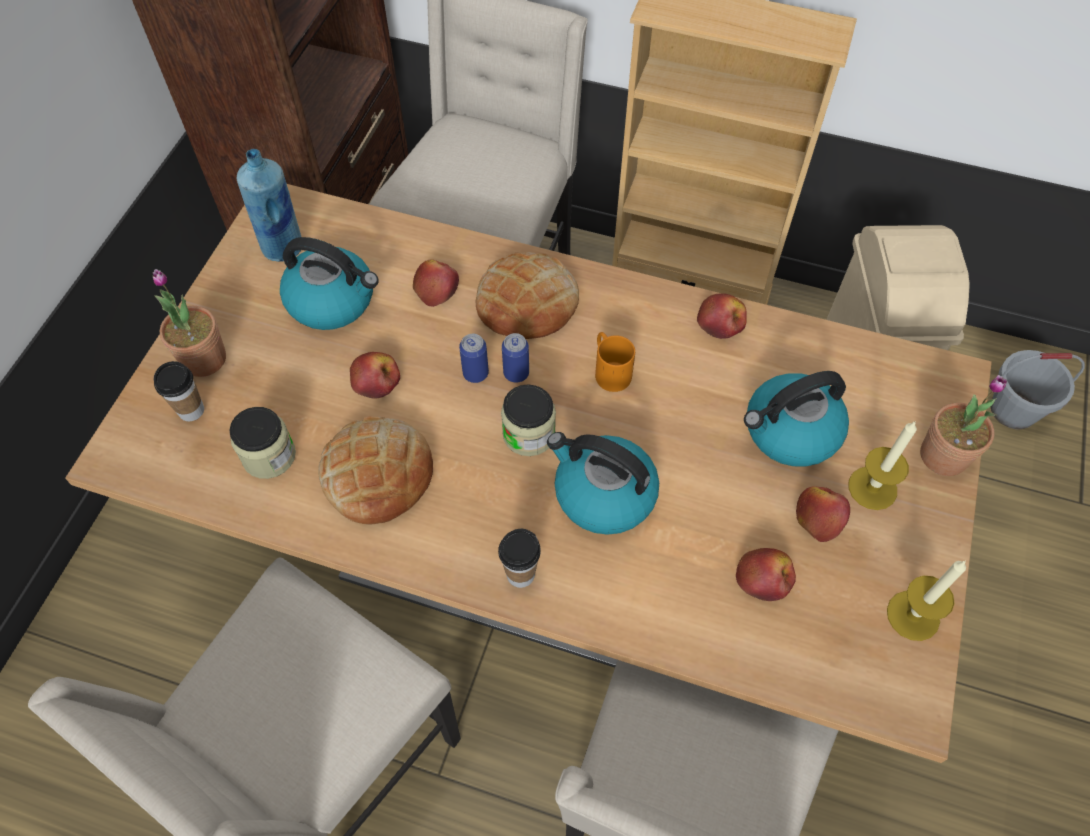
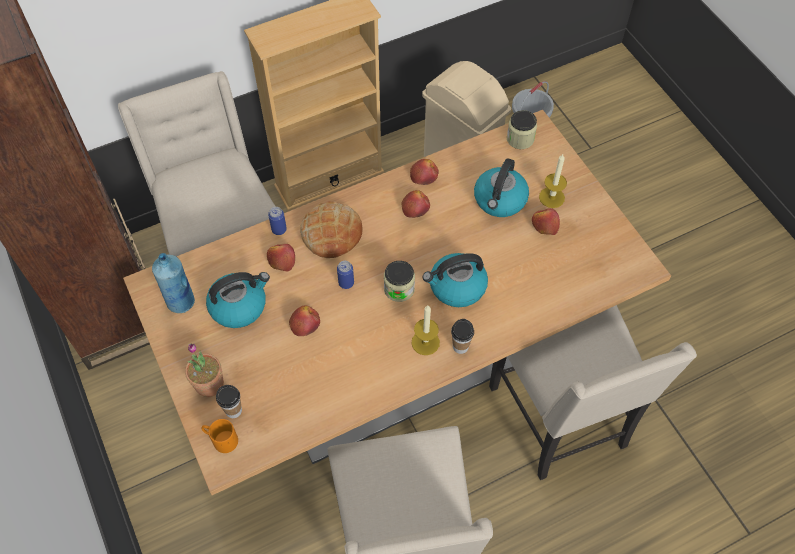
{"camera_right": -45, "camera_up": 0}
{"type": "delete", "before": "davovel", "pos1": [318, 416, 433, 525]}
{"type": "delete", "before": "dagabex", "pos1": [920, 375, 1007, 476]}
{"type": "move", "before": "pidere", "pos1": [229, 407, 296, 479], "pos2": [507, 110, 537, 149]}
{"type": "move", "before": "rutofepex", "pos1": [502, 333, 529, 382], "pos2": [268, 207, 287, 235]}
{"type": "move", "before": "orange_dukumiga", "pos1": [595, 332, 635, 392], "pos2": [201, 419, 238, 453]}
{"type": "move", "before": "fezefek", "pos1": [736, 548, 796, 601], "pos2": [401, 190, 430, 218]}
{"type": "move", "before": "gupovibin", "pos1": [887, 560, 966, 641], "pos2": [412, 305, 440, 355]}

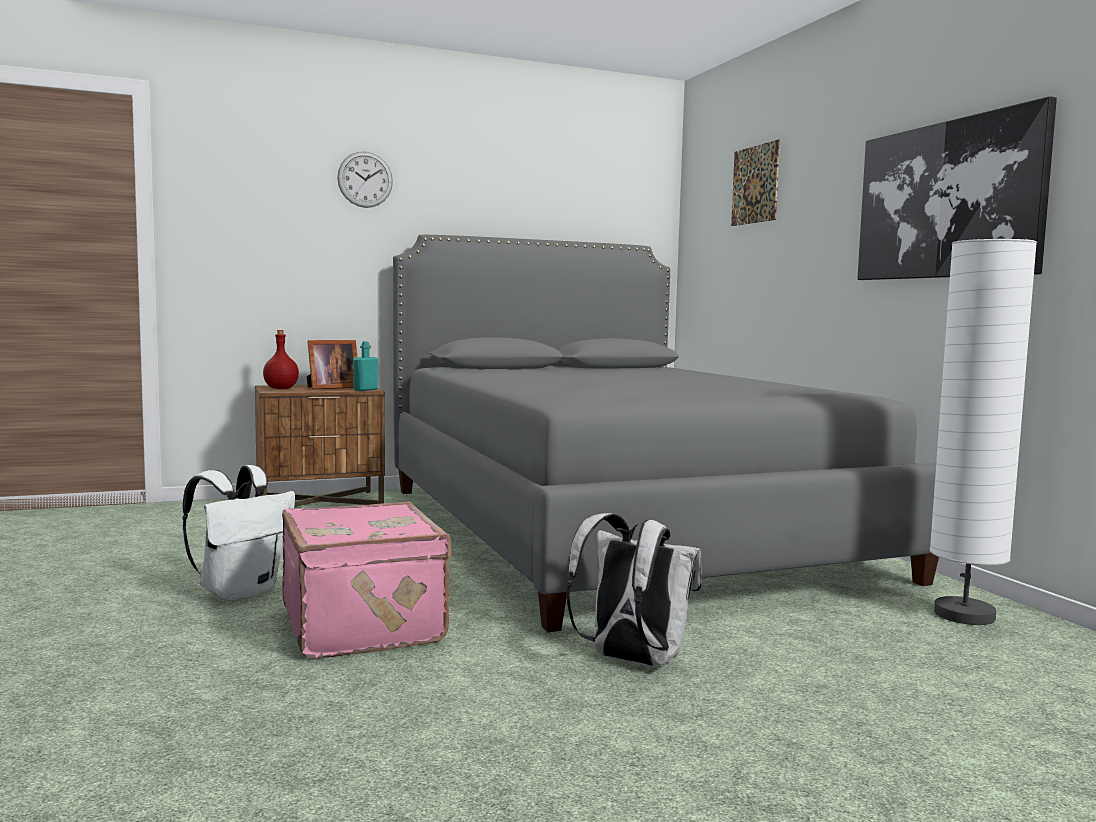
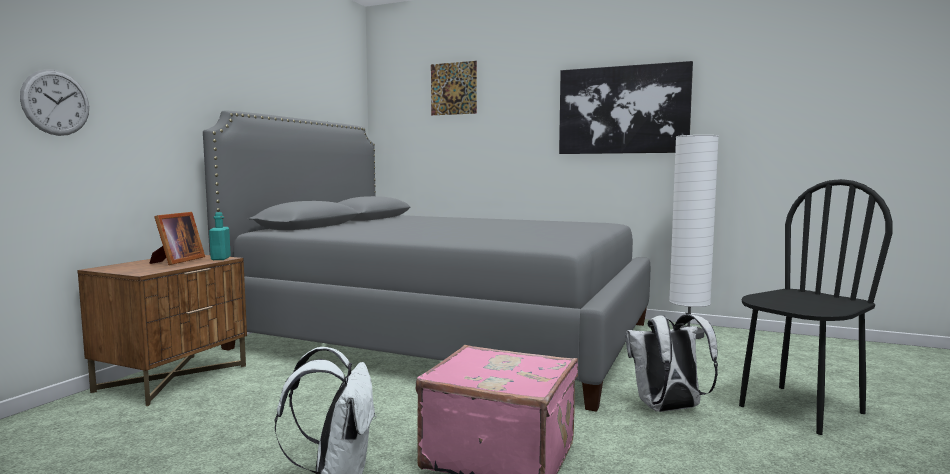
{"camera_right": -45, "camera_up": 0}
{"type": "delete", "before": "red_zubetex", "pos1": [263, 330, 299, 389]}
{"type": "insert", "after": "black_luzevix", "pos2": [739, 179, 893, 435]}
{"type": "move", "before": "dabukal", "pos1": [337, 151, 393, 208], "pos2": [20, 69, 89, 136]}

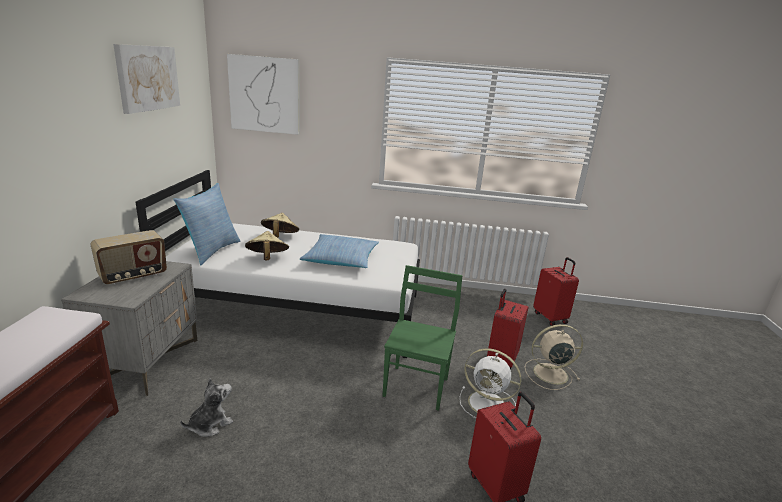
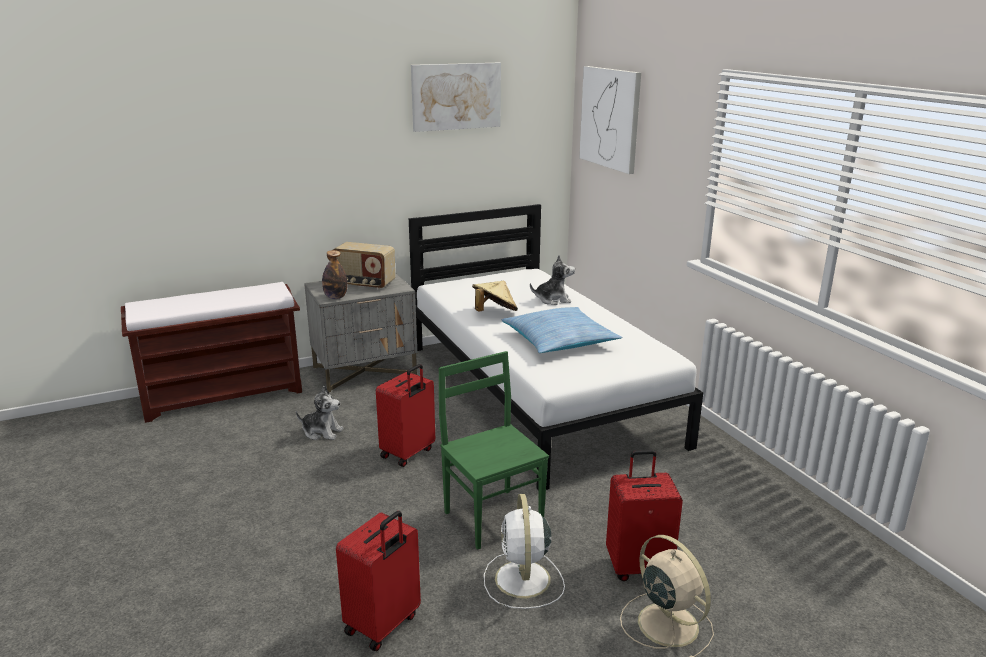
{"camera_right": 60, "camera_up": 0}
{"type": "delete", "before": "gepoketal", "pos1": [173, 183, 241, 265]}
{"type": "insert", "after": "zubetex", "pos2": [322, 250, 348, 299]}
{"type": "move", "before": "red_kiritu", "pos1": [533, 257, 579, 326], "pos2": [376, 364, 435, 467]}
{"type": "replace", "before": "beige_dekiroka", "after": "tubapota", "pos1": [261, 213, 299, 238], "pos2": [530, 255, 575, 305]}
{"type": "rotate", "before": "green_luzevix", "pos1": [383, 265, 462, 411], "pos2": [438, 351, 549, 550], "turn": -105}

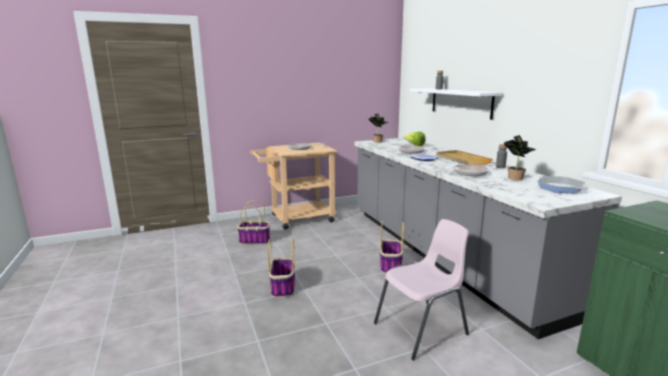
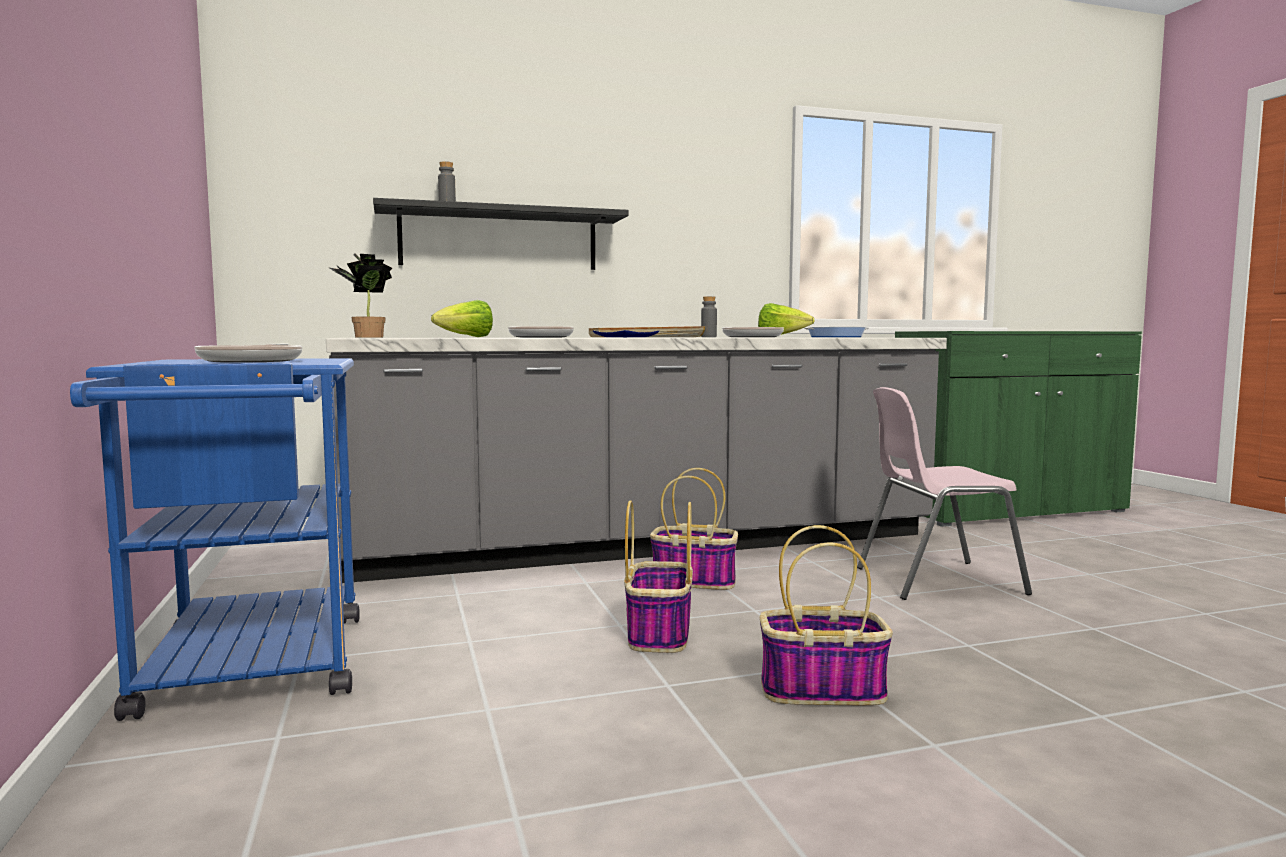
{"camera_right": -85, "camera_up": -10}
{"type": "move", "before": "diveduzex", "pos1": [237, 200, 270, 245], "pos2": [624, 500, 693, 653]}
{"type": "replace", "before": "dagabex", "after": "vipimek", "pos1": [504, 135, 536, 180], "pos2": [758, 303, 815, 335]}
{"type": "recolor", "before": "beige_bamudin", "after": "blue_bamudin", "pos1": [250, 143, 337, 230], "pos2": [70, 358, 360, 721]}
{"type": "recolor", "before": "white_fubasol", "after": "black_fubasol", "pos1": [410, 88, 503, 120], "pos2": [373, 198, 629, 270]}
{"type": "rotate", "before": "pink_luzevix", "pos1": [374, 219, 469, 360], "pos2": [857, 387, 1032, 600], "turn": -75}

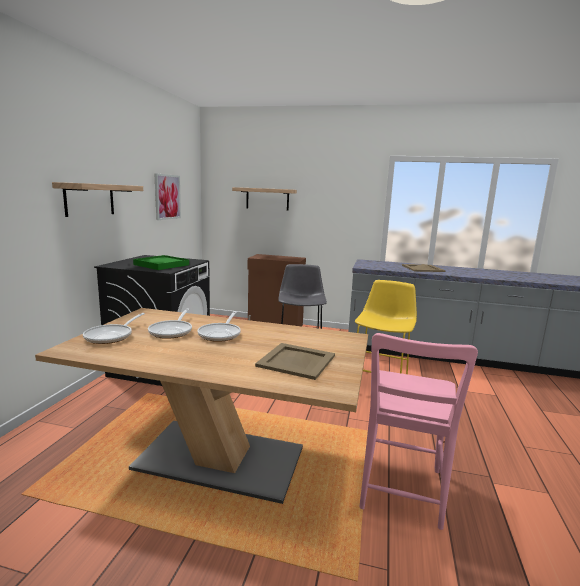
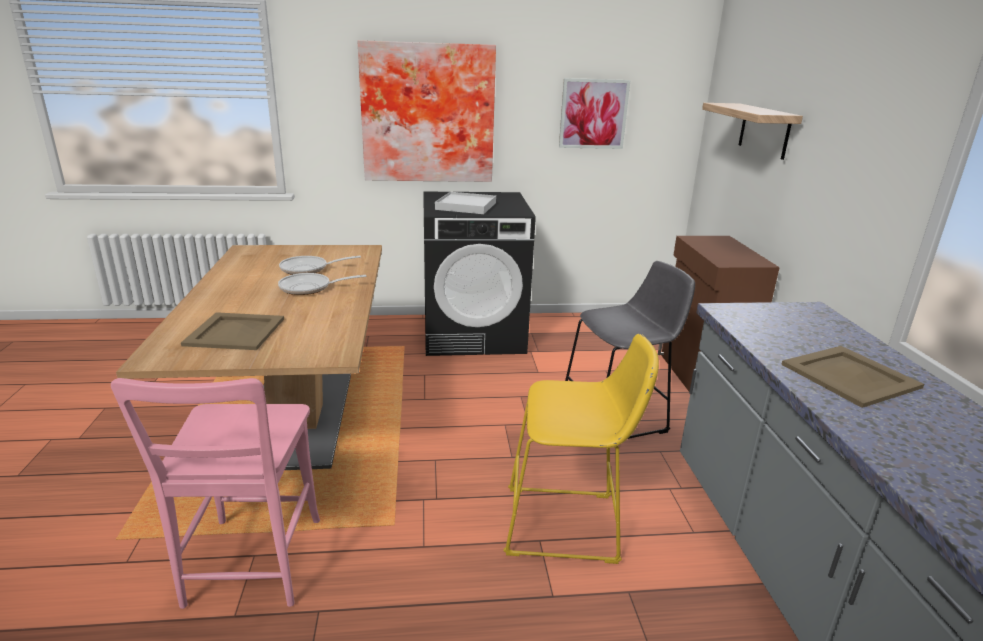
{"camera_right": 70, "camera_up": 10}
{"type": "delete", "before": "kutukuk", "pos1": [83, 313, 145, 344]}
{"type": "replace", "before": "fubasol", "after": "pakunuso", "pos1": [52, 182, 143, 217], "pos2": [357, 40, 496, 182]}
{"type": "recolor", "before": "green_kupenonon", "after": "white_kupenonon", "pos1": [133, 255, 189, 270], "pos2": [435, 192, 496, 214]}
{"type": "rotate", "before": "pink_luzevix", "pos1": [359, 333, 478, 530], "pos2": [111, 378, 320, 609], "turn": -90}

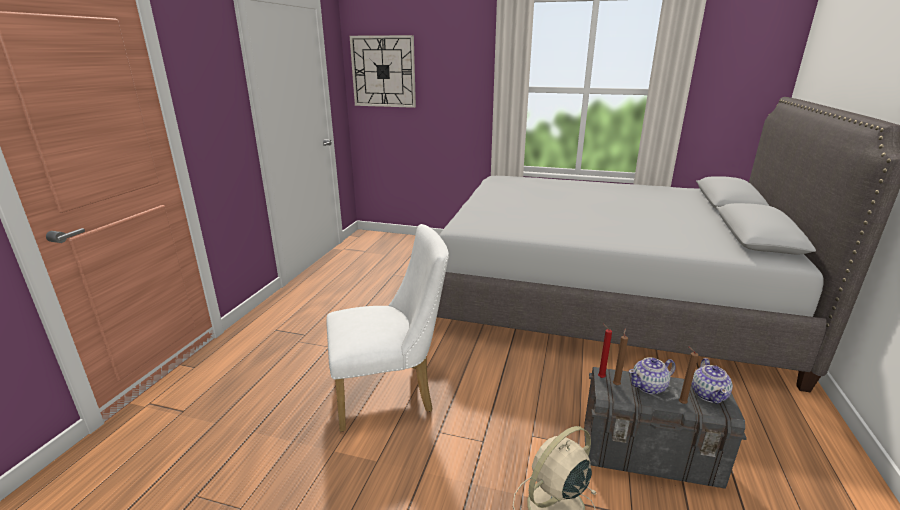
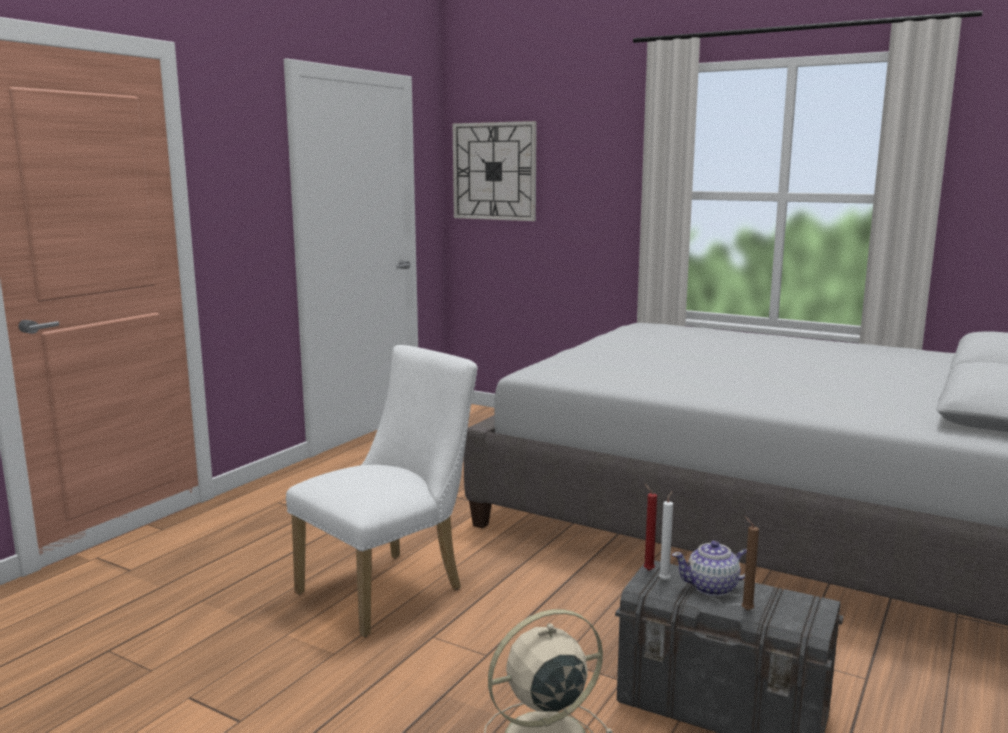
{"camera_right": 15, "camera_up": -10}
{"type": "delete", "before": "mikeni", "pos1": [692, 358, 733, 404]}
{"type": "recolor", "before": "brown_gupovibin", "after": "white_gupovibin", "pos1": [613, 328, 628, 385], "pos2": [659, 491, 673, 581]}
{"type": "rotate", "before": "white_luzevix", "pos1": [326, 224, 449, 432], "pos2": [286, 345, 478, 637], "turn": -45}

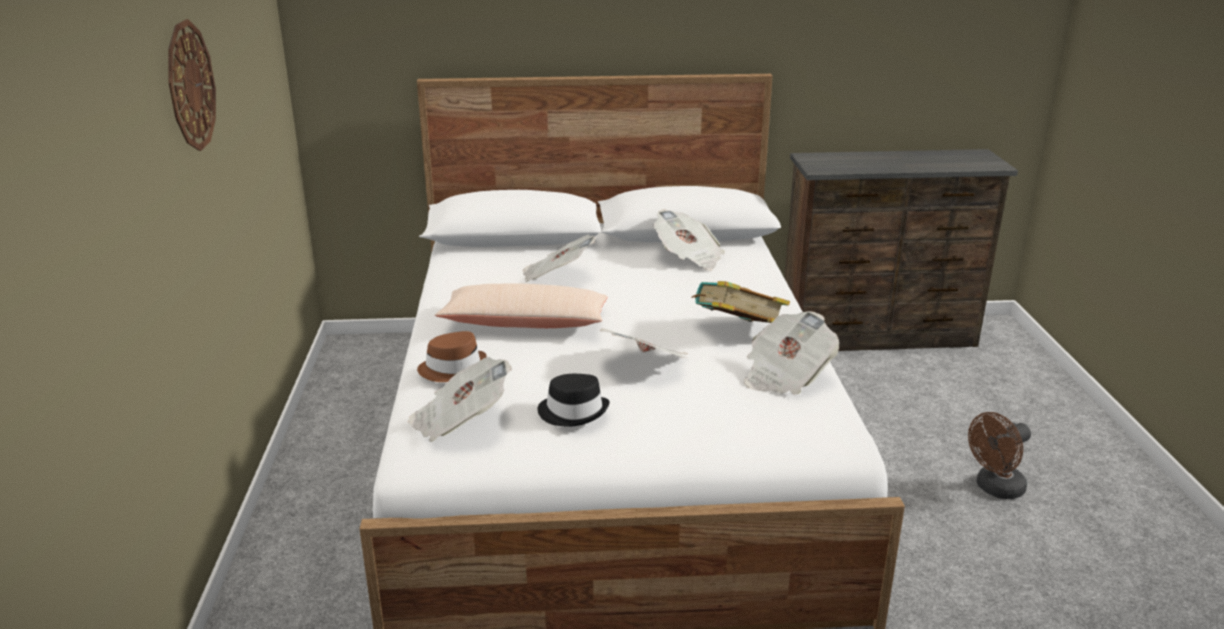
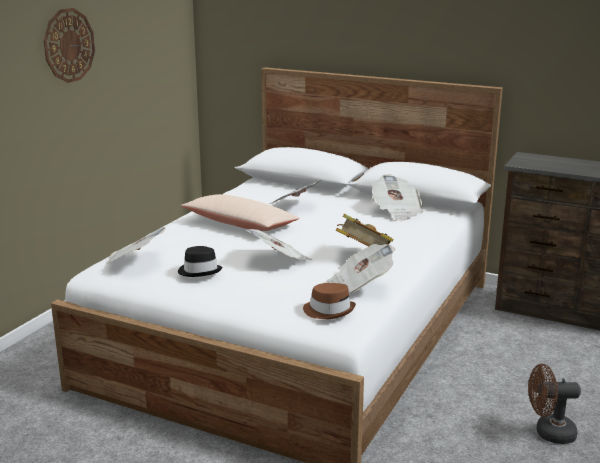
{"camera_right": 30, "camera_up": -5}
{"type": "move", "before": "brown_dekiroka", "pos1": [417, 331, 486, 382], "pos2": [303, 283, 356, 319]}

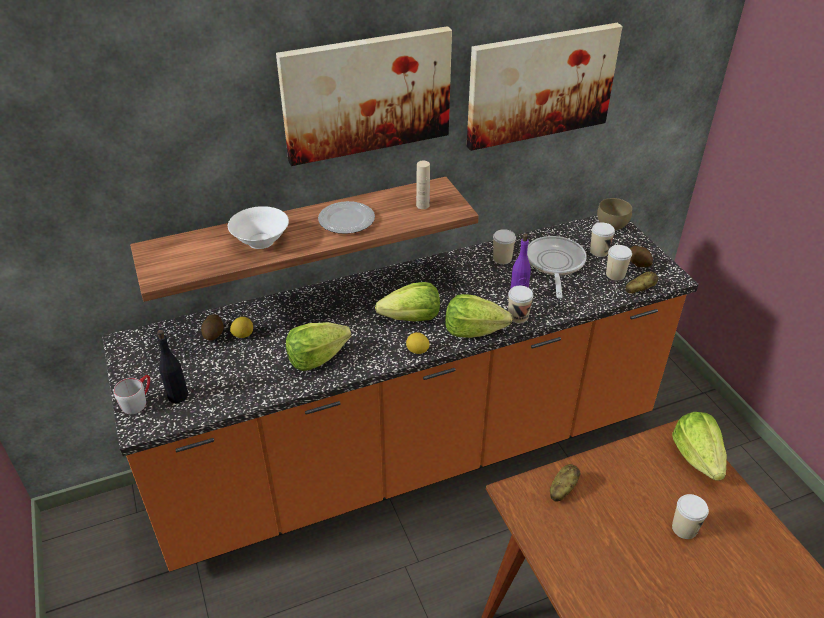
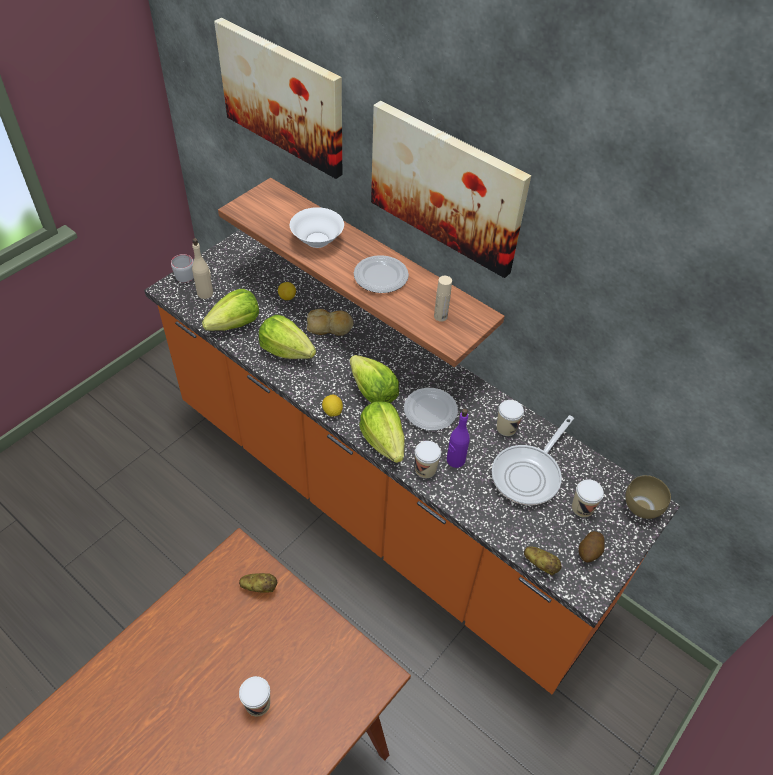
{"camera_right": 60, "camera_up": 10}
{"type": "delete", "before": "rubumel", "pos1": [201, 314, 224, 341]}
{"type": "delete", "before": "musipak", "pos1": [606, 245, 632, 281]}
{"type": "insert", "after": "davovel", "pos2": [307, 309, 353, 336]}
{"type": "insert", "after": "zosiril", "pos2": [404, 388, 458, 431]}
{"type": "move", "before": "pakunuso", "pos1": [467, 23, 623, 151], "pos2": [214, 18, 342, 179]}
{"type": "move", "before": "vipimek", "pos1": [672, 412, 727, 481], "pos2": [202, 289, 259, 331]}
{"type": "recolor", "before": "black_zubetex", "after": "beige_zubetex", "pos1": [157, 330, 188, 403], "pos2": [192, 238, 213, 299]}
{"type": "rotate", "before": "kutukuk", "pos1": [527, 236, 587, 299], "pos2": [492, 415, 574, 505], "turn": 150}

